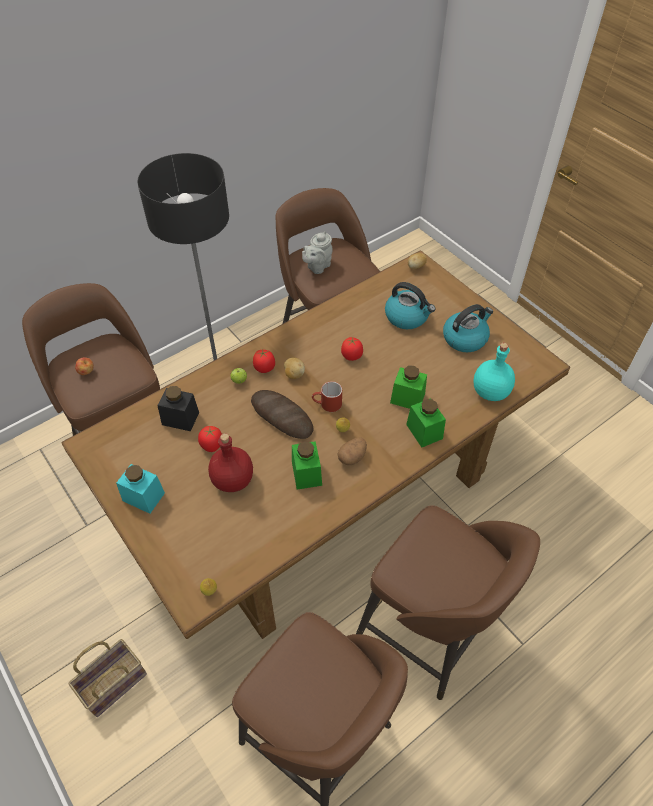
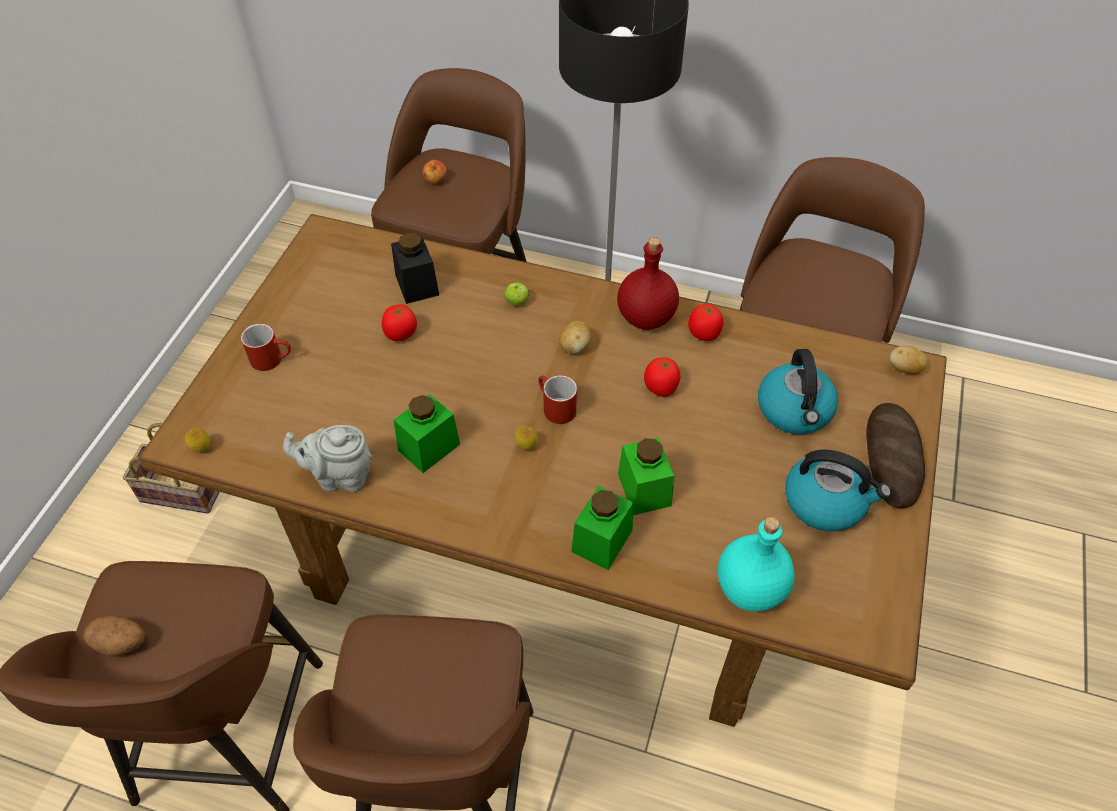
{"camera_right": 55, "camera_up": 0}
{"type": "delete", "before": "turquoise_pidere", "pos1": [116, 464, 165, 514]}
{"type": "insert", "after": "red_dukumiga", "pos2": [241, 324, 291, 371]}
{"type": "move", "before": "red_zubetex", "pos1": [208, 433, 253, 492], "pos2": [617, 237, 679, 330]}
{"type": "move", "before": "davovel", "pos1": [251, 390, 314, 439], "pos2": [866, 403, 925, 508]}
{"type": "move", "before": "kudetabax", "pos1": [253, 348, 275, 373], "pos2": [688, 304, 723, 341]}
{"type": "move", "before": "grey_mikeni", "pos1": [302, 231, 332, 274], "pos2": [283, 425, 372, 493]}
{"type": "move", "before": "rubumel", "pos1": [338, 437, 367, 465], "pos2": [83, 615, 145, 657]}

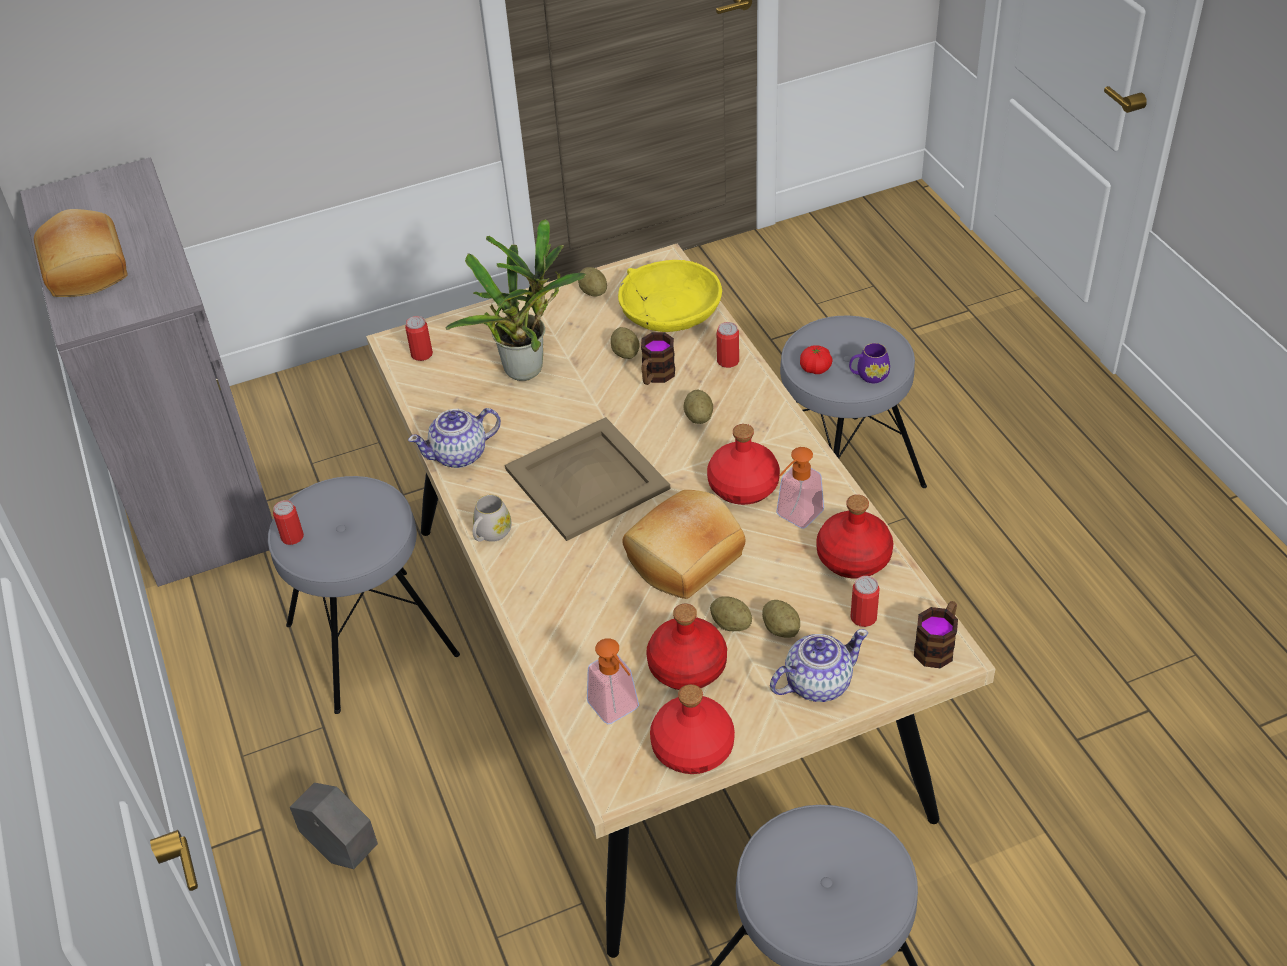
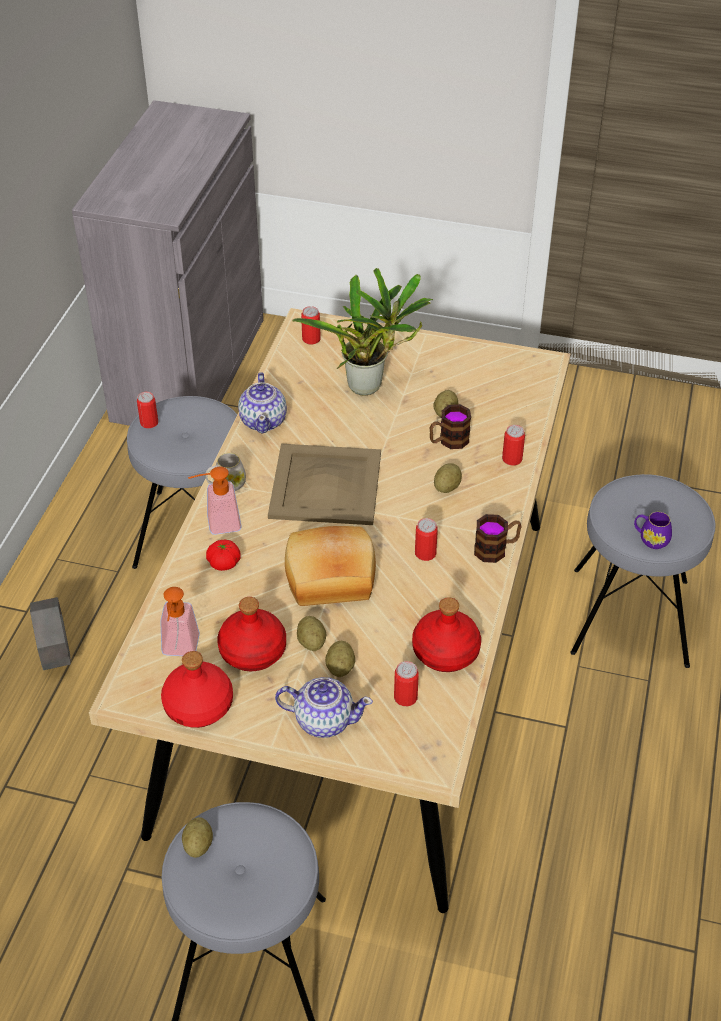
{"camera_right": 35, "camera_up": 0}
{"type": "delete", "before": "davovel", "pos1": [34, 209, 128, 297]}
{"type": "delete", "before": "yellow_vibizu", "pos1": [618, 260, 722, 332]}
{"type": "move", "before": "rubumel", "pos1": [578, 267, 607, 297], "pos2": [182, 817, 213, 858]}
{"type": "move", "before": "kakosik", "pos1": [776, 447, 824, 529], "pos2": [188, 467, 242, 535]}
{"type": "move", "before": "kudetabax", "pos1": [800, 345, 833, 374], "pos2": [206, 540, 241, 571]}
{"type": "move", "before": "dukumiga", "pos1": [914, 601, 958, 668], "pos2": [474, 514, 522, 563]}
{"type": "replace", "before": "red_zubetex", "after": "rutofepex", "pos1": [707, 424, 780, 505], "pos2": [415, 518, 438, 561]}
{"type": "rotate", "before": "mikeni", "pos1": [408, 408, 501, 468], "pos2": [238, 372, 287, 434], "turn": -105}

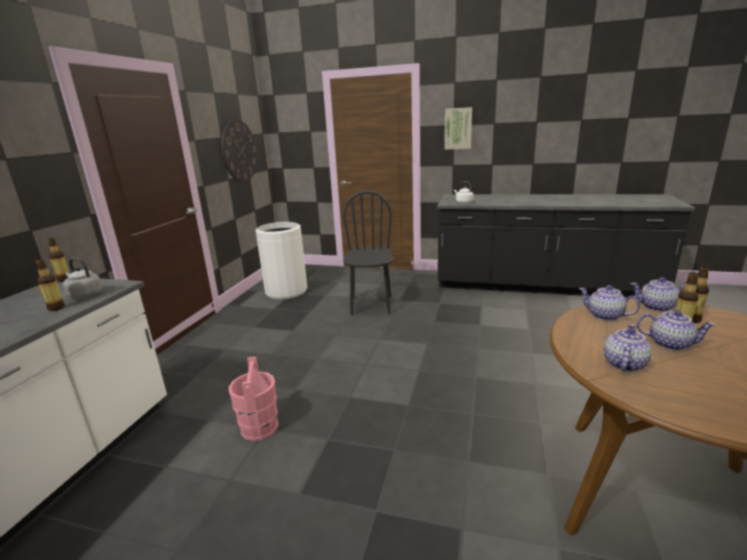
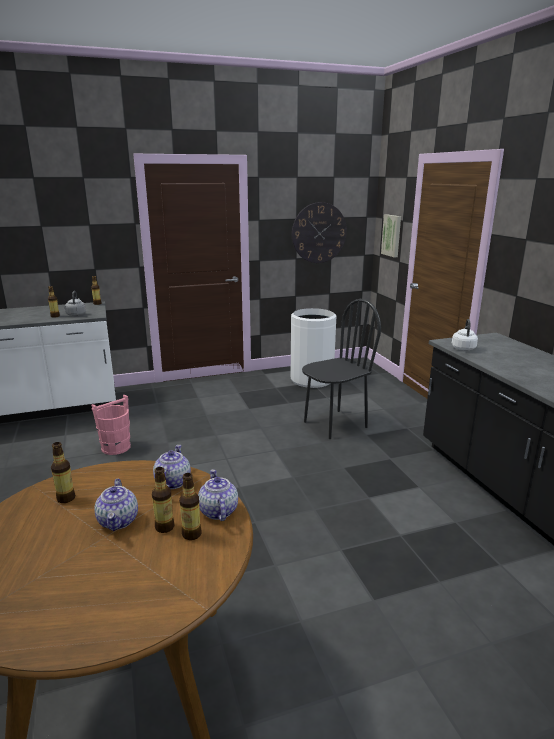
{"camera_right": 55, "camera_up": 0}
{"type": "move", "before": "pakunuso", "pos1": [444, 107, 472, 150], "pos2": [381, 214, 401, 257]}
{"type": "replace", "before": "mikeni", "after": "zubetex", "pos1": [603, 324, 652, 372], "pos2": [51, 442, 75, 503]}

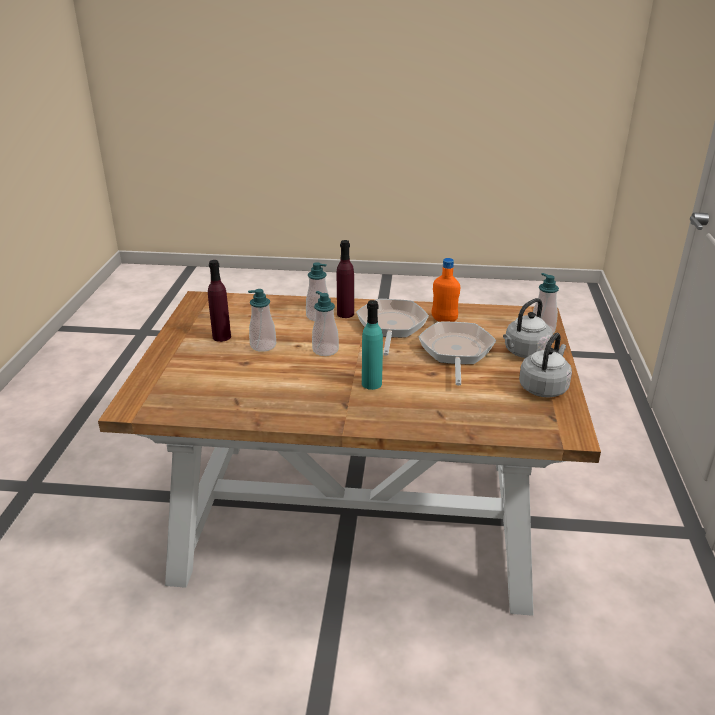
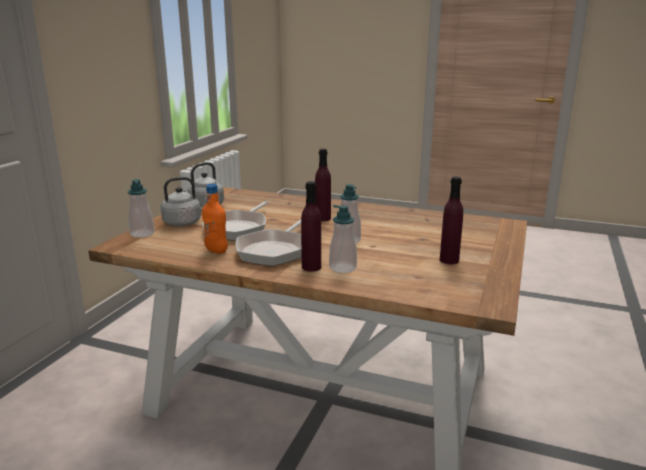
{"camera_right": -165, "camera_up": -10}
{"type": "delete", "before": "kakosik", "pos1": [248, 289, 276, 352]}
{"type": "recolor", "before": "turquoise_zubetex", "after": "purple_zubetex", "pos1": [362, 300, 383, 390], "pos2": [315, 149, 331, 221]}

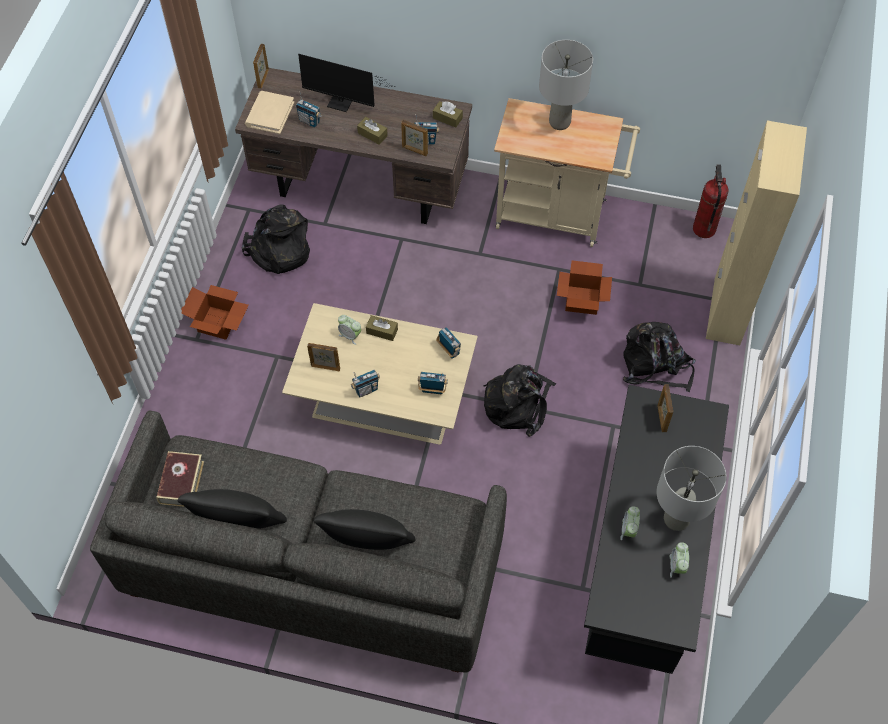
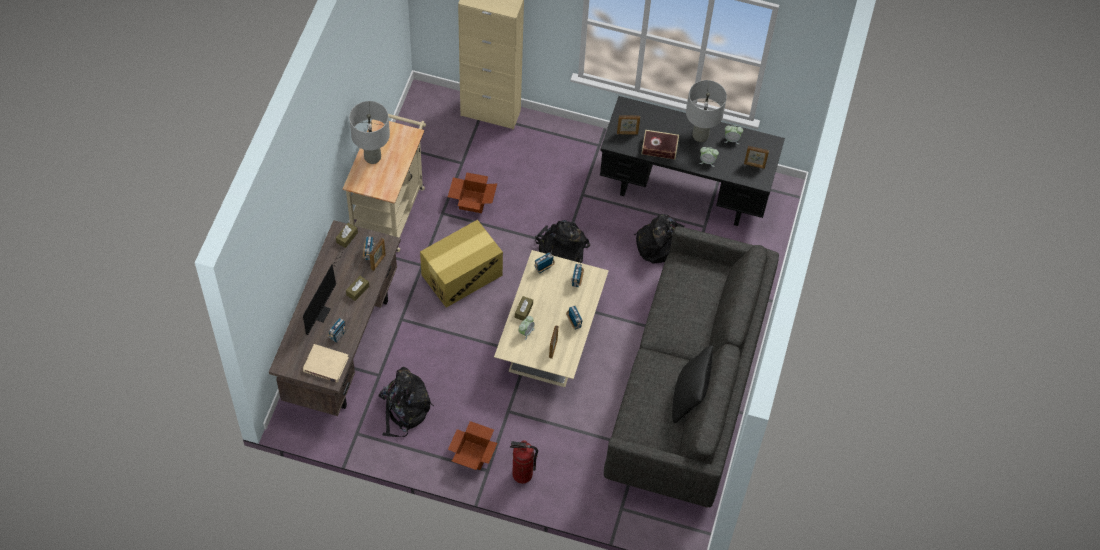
{"camera_right": -90, "camera_up": 0}
{"type": "delete", "before": "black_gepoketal", "pos1": [314, 509, 416, 550]}
{"type": "insert", "after": "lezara", "pos2": [420, 220, 503, 308]}
{"type": "move", "before": "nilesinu", "pos1": [156, 451, 204, 507], "pos2": [642, 130, 679, 159]}
{"type": "move", "before": "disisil", "pos1": [253, 44, 269, 89], "pos2": [744, 146, 769, 169]}
{"type": "move", "before": "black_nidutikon", "pos1": [623, 322, 696, 392], "pos2": [634, 214, 685, 263]}
{"type": "move", "before": "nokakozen", "pos1": [693, 165, 728, 238], "pos2": [510, 440, 538, 484]}

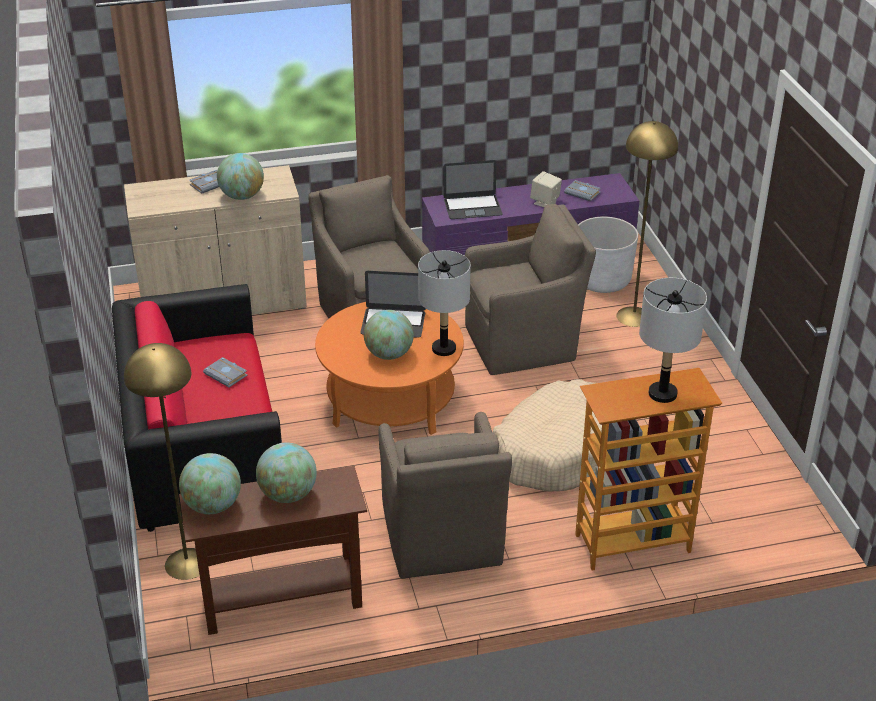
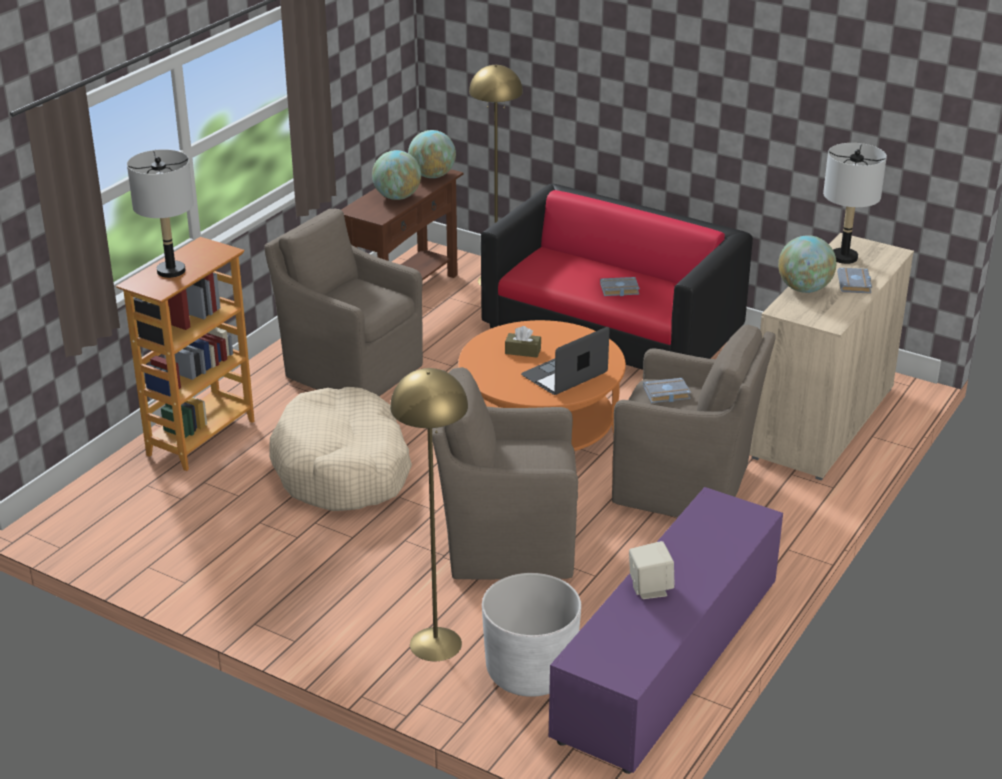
{"camera_right": 135, "camera_up": -5}
{"type": "delete", "before": "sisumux", "pos1": [443, 160, 503, 219]}
{"type": "move", "before": "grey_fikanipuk", "pos1": [418, 250, 471, 356], "pos2": [823, 143, 887, 264]}
{"type": "move", "before": "grey_nilesinu", "pos1": [564, 180, 601, 202], "pos2": [643, 378, 691, 403]}
{"type": "replace", "before": "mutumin", "after": "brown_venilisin", "pos1": [364, 310, 414, 360], "pos2": [505, 326, 541, 357]}
{"type": "rotate", "before": "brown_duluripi", "pos1": [465, 204, 596, 375], "pos2": [432, 367, 578, 580], "turn": 60}

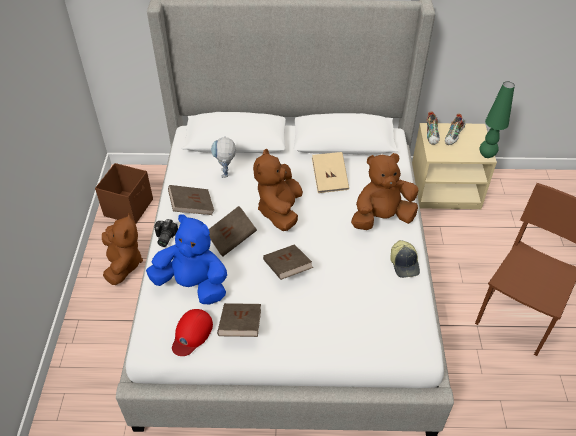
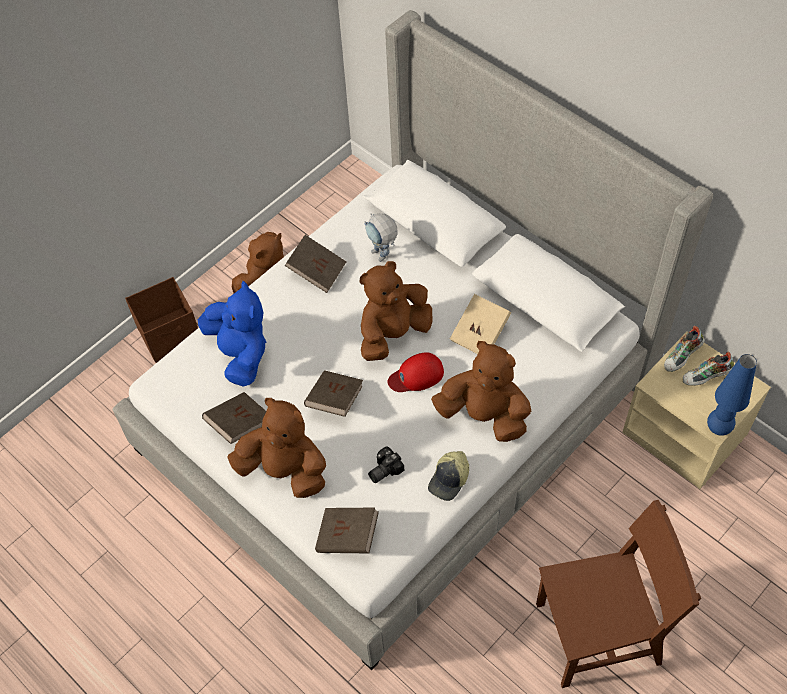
{"camera_right": 45, "camera_up": 10}
{"type": "insert", "after": "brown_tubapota", "pos2": [227, 398, 326, 498]}
{"type": "move", "before": "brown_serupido", "pos1": [95, 163, 153, 223], "pos2": [125, 277, 198, 363]}
{"type": "move", "before": "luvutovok", "pos1": [154, 219, 178, 247], "pos2": [368, 446, 404, 483]}
{"type": "move", "before": "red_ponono", "pos1": [172, 309, 213, 356], "pos2": [388, 352, 444, 392]}
{"type": "move", "before": "brown_nilesinu", "pos1": [209, 206, 257, 257], "pos2": [315, 508, 379, 553]}
{"type": "recolor", "before": "green_fikanipuk", "after": "blue_fikanipuk", "pos1": [480, 81, 515, 158], "pos2": [707, 354, 757, 436]}
{"type": "rotate", "before": "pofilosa", "pos1": [211, 136, 236, 178], "pos2": [365, 213, 398, 262], "turn": -75}

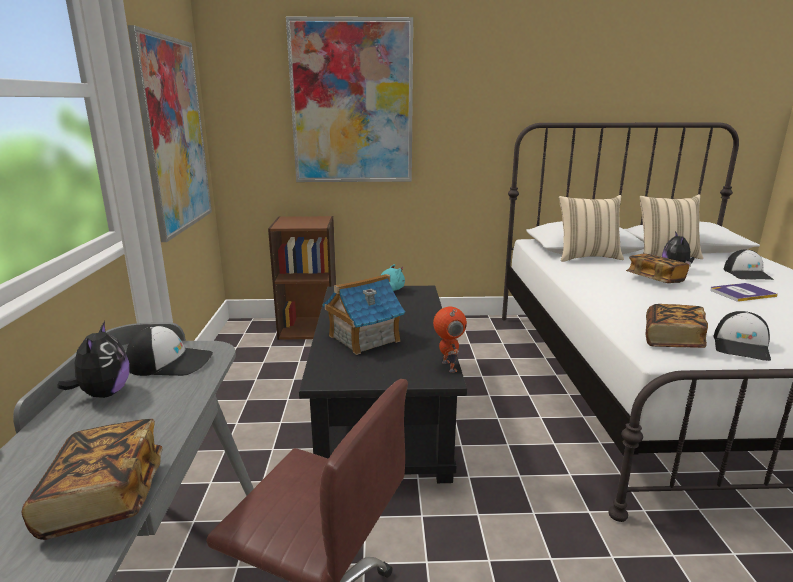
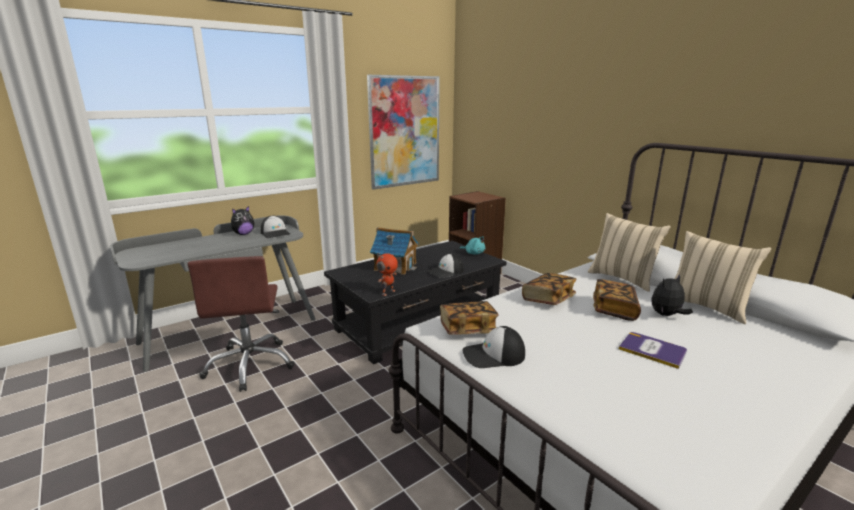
{"camera_right": 55, "camera_up": 0}
{"type": "delete", "before": "pakunuso", "pos1": [286, 17, 413, 182]}
{"type": "move", "before": "nilesinu", "pos1": [22, 419, 162, 540], "pos2": [522, 273, 576, 305]}
{"type": "move", "before": "ponono", "pos1": [724, 249, 774, 280], "pos2": [428, 254, 464, 278]}

